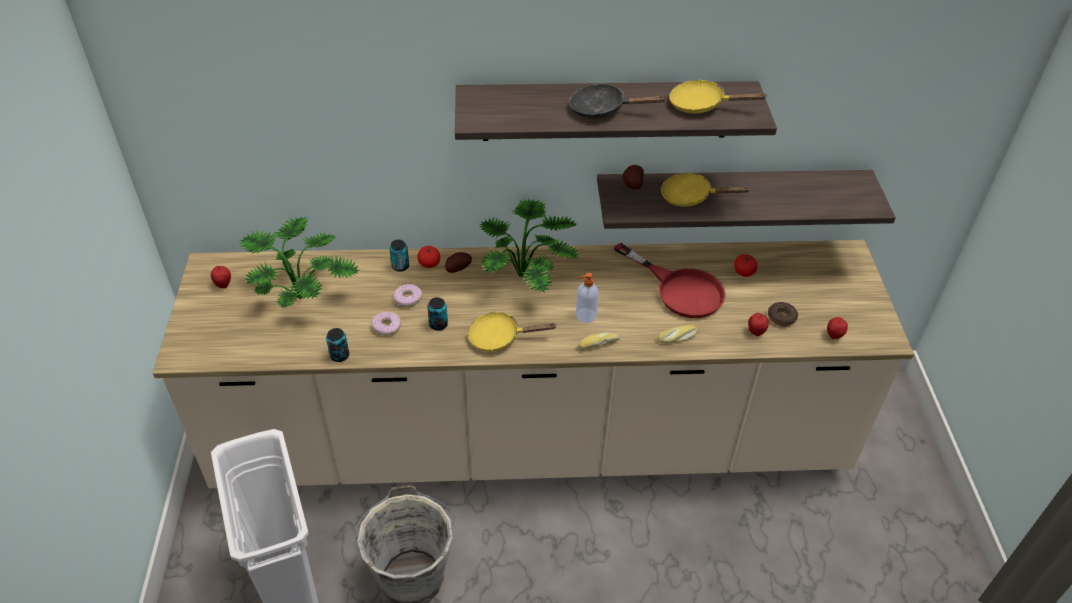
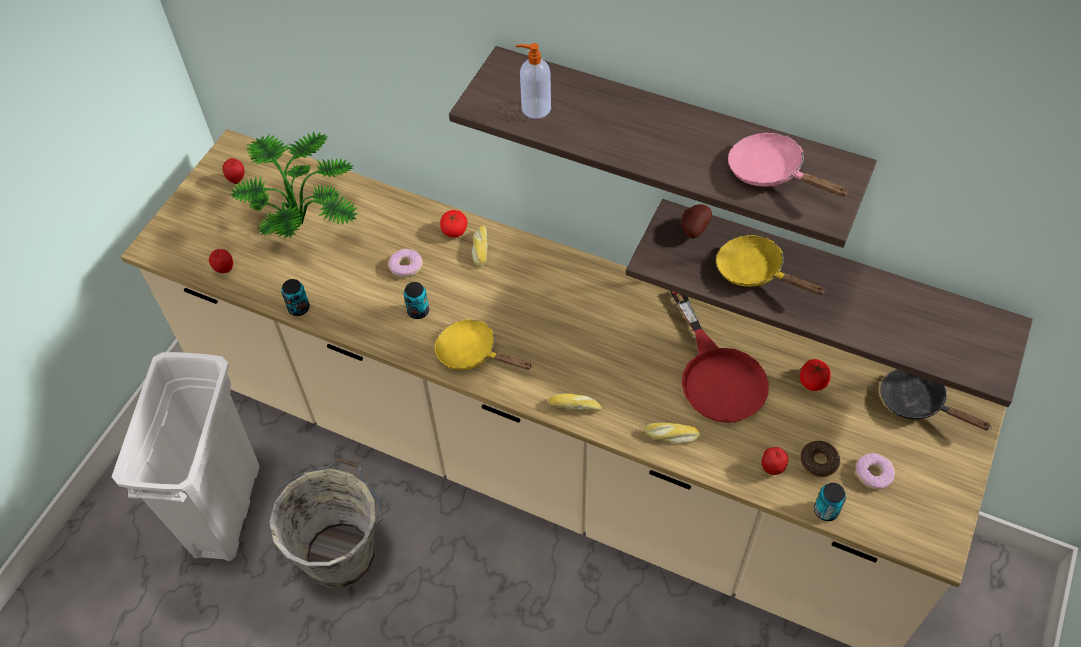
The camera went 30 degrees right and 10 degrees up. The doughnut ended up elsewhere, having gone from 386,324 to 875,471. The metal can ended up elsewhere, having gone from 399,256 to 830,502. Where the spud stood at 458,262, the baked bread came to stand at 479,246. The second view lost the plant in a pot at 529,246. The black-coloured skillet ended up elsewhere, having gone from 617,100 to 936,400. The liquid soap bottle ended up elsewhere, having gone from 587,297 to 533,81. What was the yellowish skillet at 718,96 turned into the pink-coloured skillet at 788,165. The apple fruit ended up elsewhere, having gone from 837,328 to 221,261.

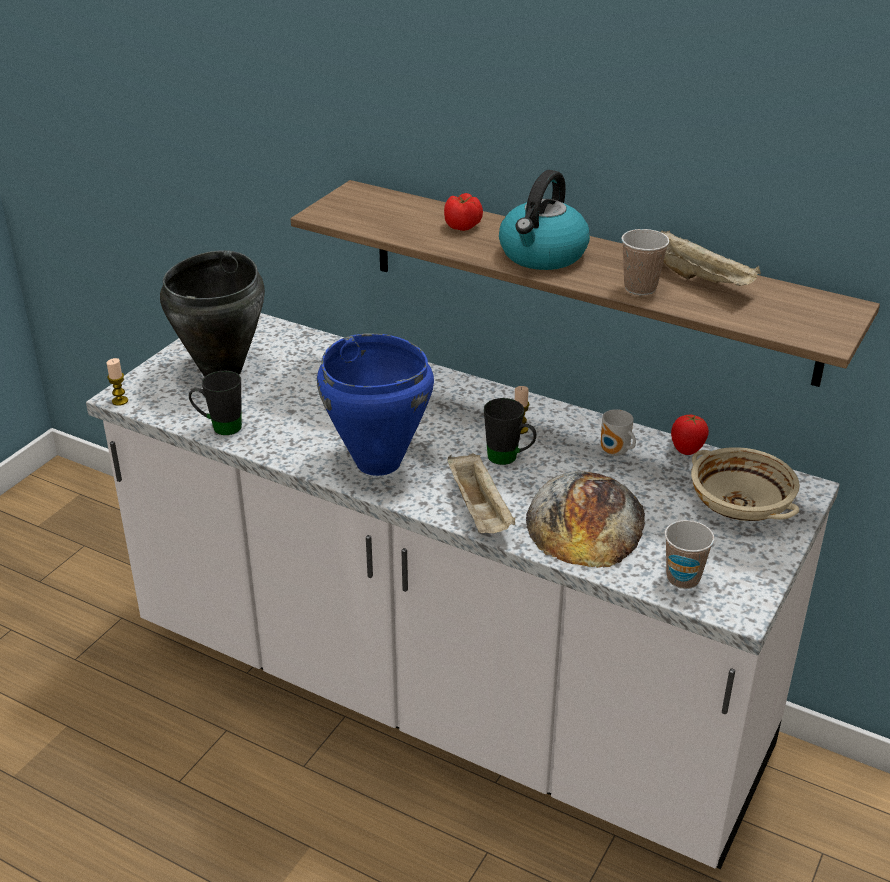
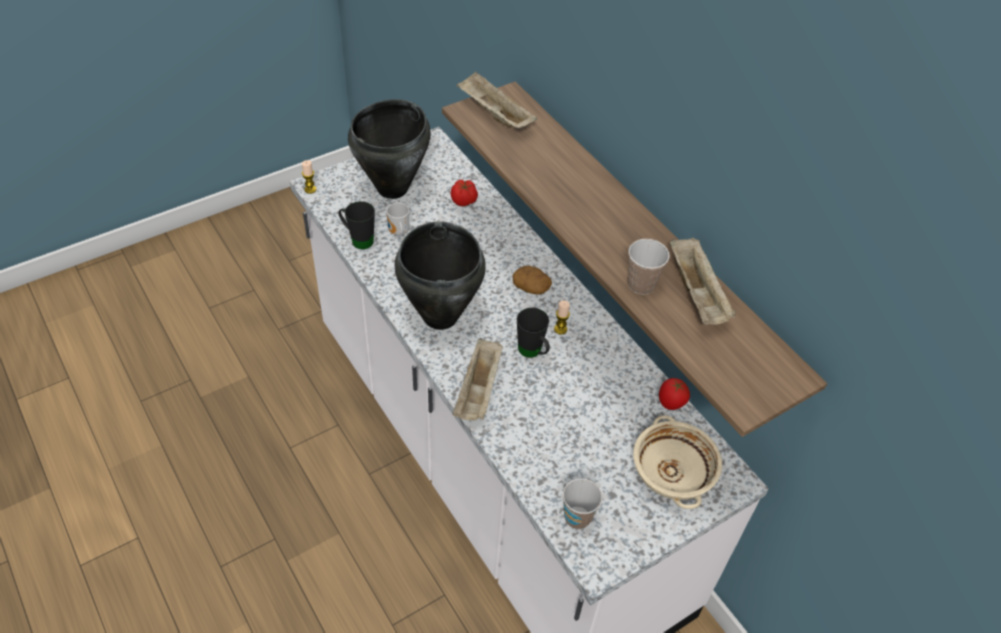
The camera went 25 degrees right and 15 degrees up. What was the blue-coloured stockpot at 375,404 turned into the black-coloured stockpot at 440,275. The whole tomato ended up elsewhere, having gone from 463,212 to 464,193. The second view lost the tea kettle at 544,220. The second view lost the baked bread at 585,519. The tea mug ended up elsewhere, having gone from 618,432 to 398,219. The second view gained the beige carrying tray at 497,100. The second view gained the spud at 532,280.

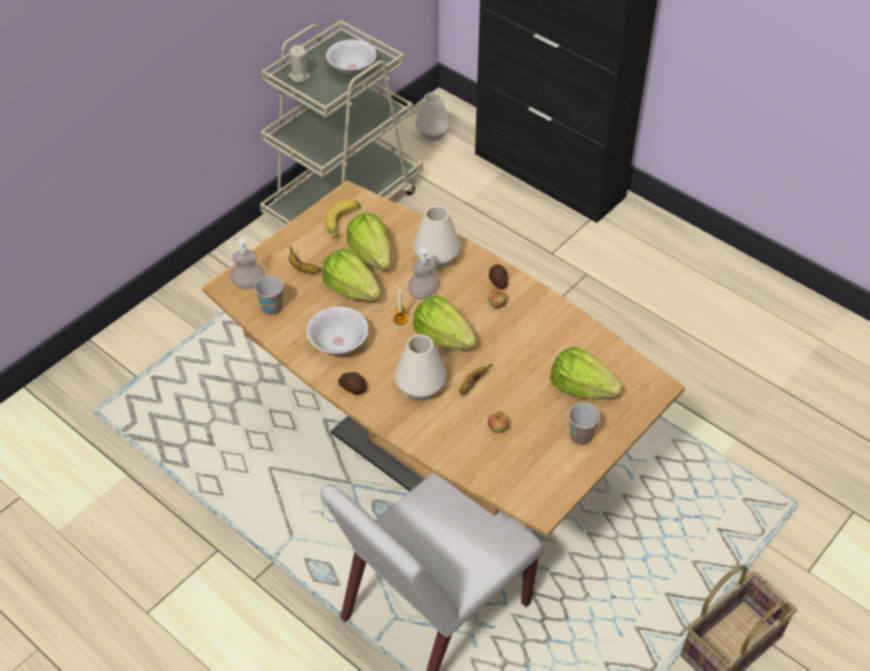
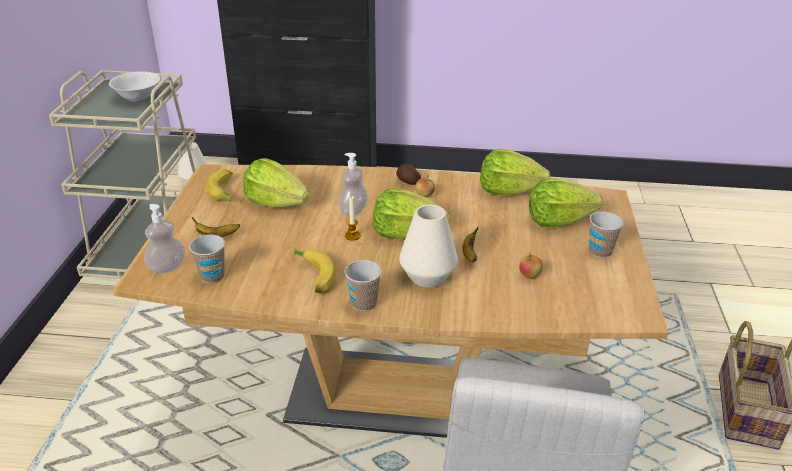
The camera went 35 degrees left and 15 degrees down. The second view lost the beige wax candle at 299,63. Where the white deep dish stood at 338,331, the banana came to stand at 314,270. The head of lettuce ended up elsewhere, having gone from 352,275 to 515,172. Where the spud stood at 352,383, the small cup came to stand at 363,285. The second view lost the white decorative vase at 437,237.

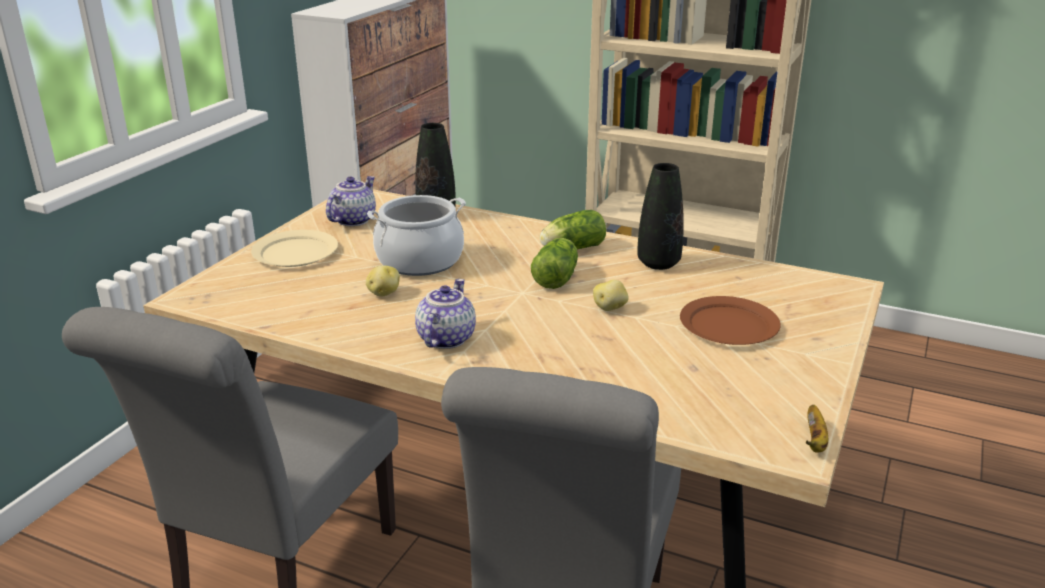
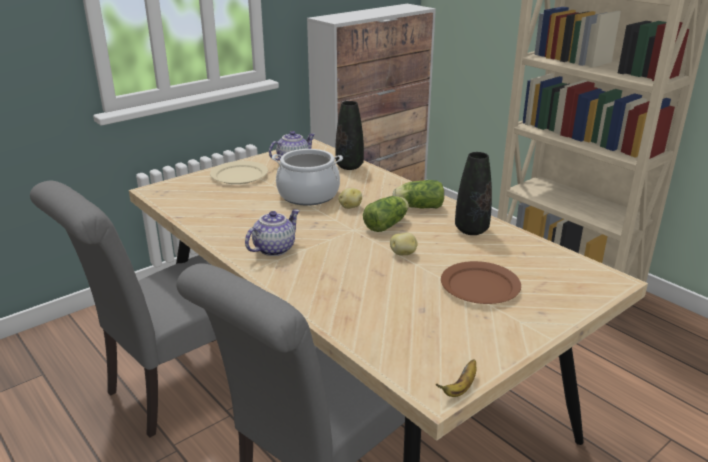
The camera went 25 degrees right and 0 degrees up. The spud ended up elsewhere, having gone from 383,281 to 350,198.

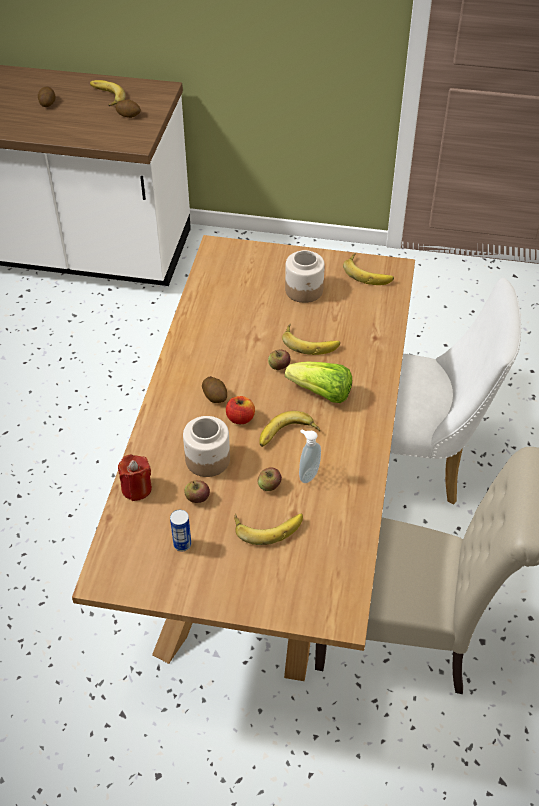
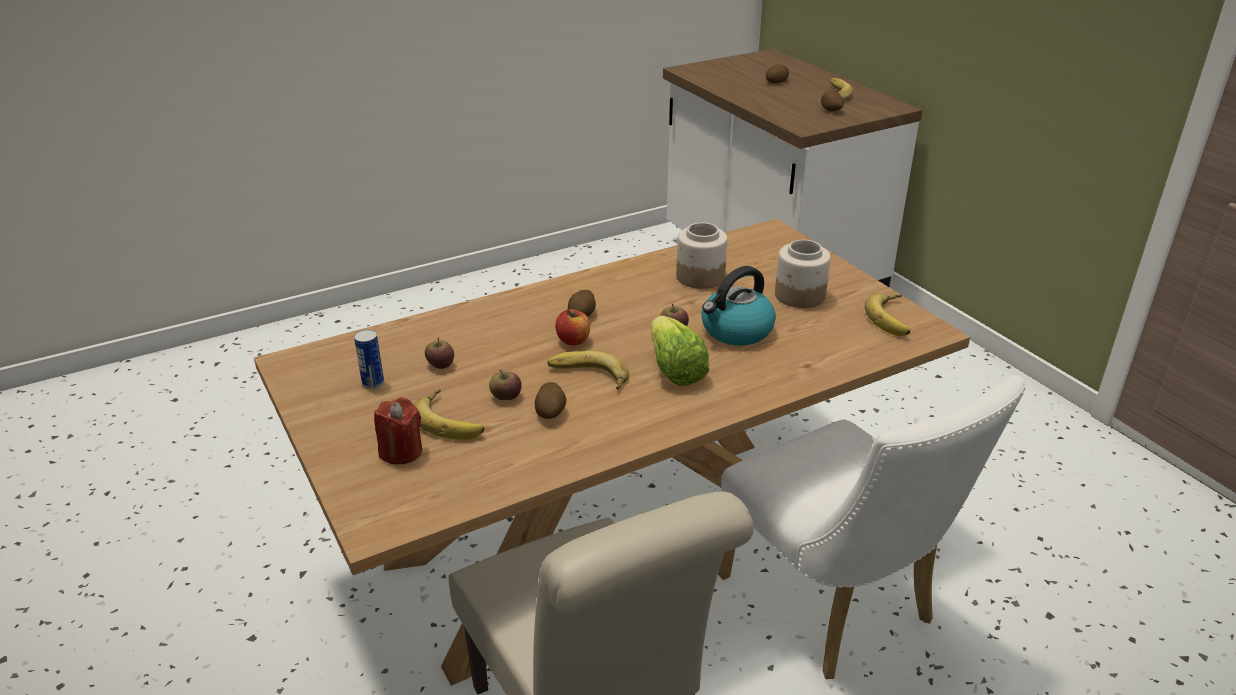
The camera went 50 degrees right and 15 degrees down. The red wax candle ended up elsewhere, having gone from 135,478 to 398,430. The storage jar ended up elsewhere, having gone from 206,446 to 702,256. Where the banana stood at 311,339, the tea kettle came to stand at 738,306. Where the liquid soap bottle stood at 310,456, the spud came to stand at 551,400.

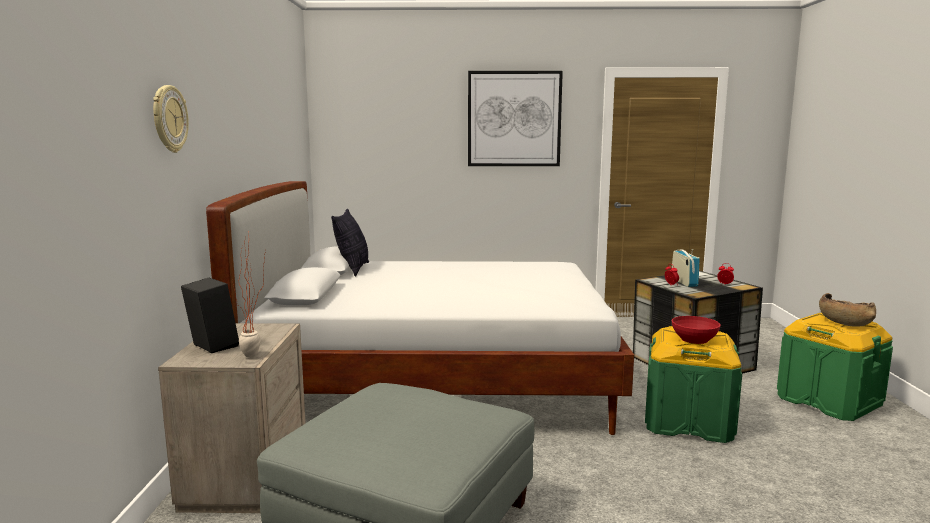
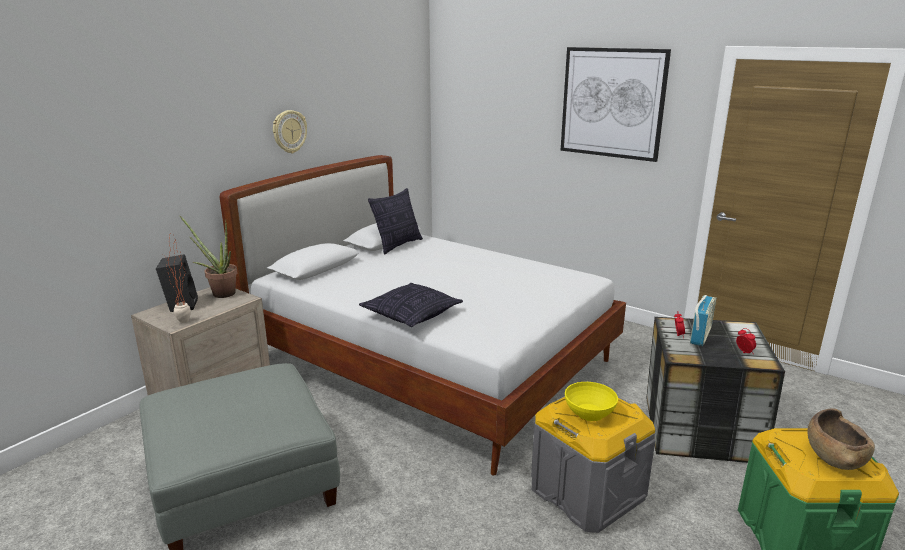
The camera went 35 degrees right and 10 degrees up. The wall clock ended up elsewhere, having gone from 171,119 to 290,131. What was the green storage bin at 693,384 turned into the greyish storage bin at 593,464. What was the red deep dish at 696,330 turned into the yellowish deep dish at 591,401. The second view gained the plant in a pot at 208,256. The second view gained the cushion at 411,305.

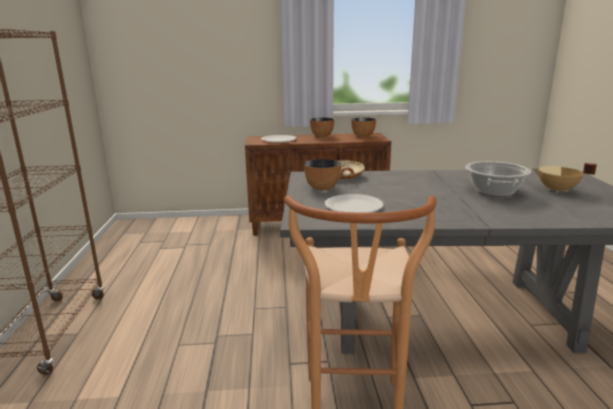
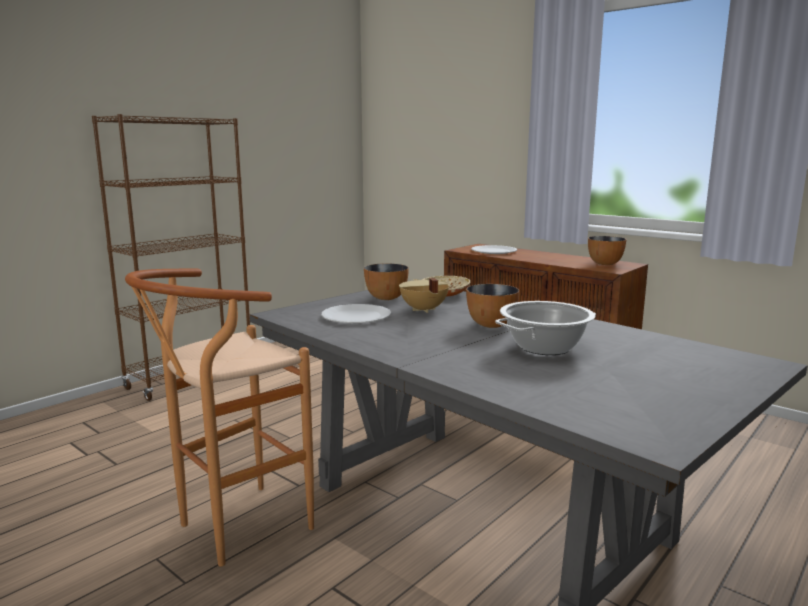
The camera went 45 degrees right and 5 degrees down. The deep dish ended up elsewhere, having gone from 322,127 to 493,306. The beige stockpot ended up elsewhere, having gone from 565,178 to 424,295.

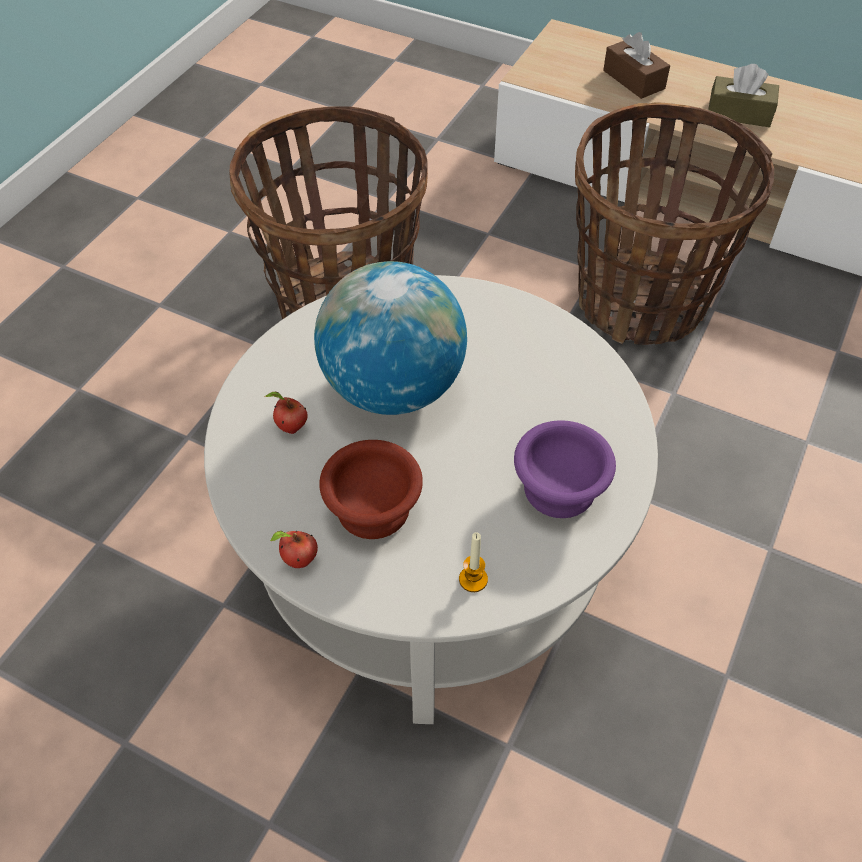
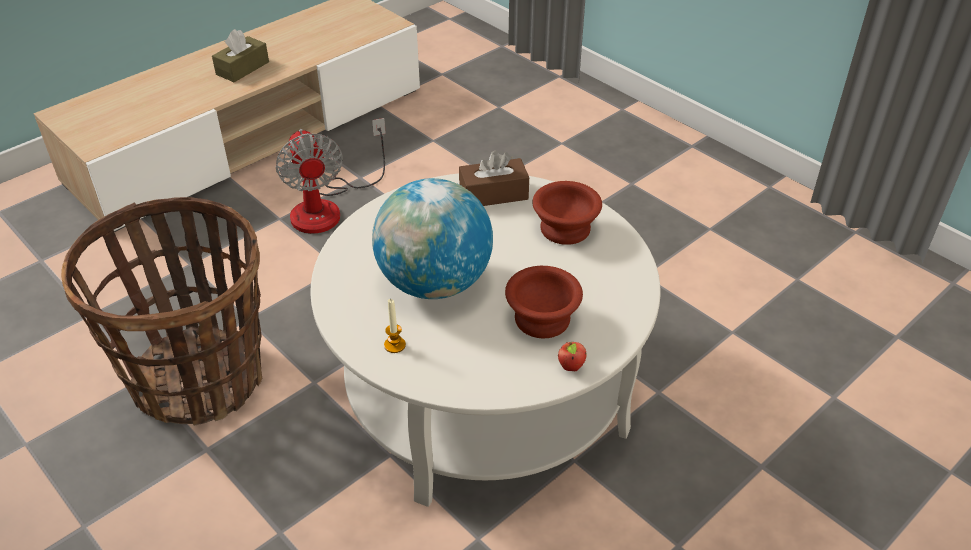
The camera went 70 degrees left and 10 degrees down. The second view lost the apple fruit at 286,412. The wax candle ended up elsewhere, having gone from 473,562 to 395,326. What was the purple-coloured deep dish at 565,469 turned into the brownish deep dish at 567,213. Where the household basket stood at 674,223, the fan came to stand at 331,176. The brownish tissue box ended up elsewhere, having gone from 636,65 to 494,178.

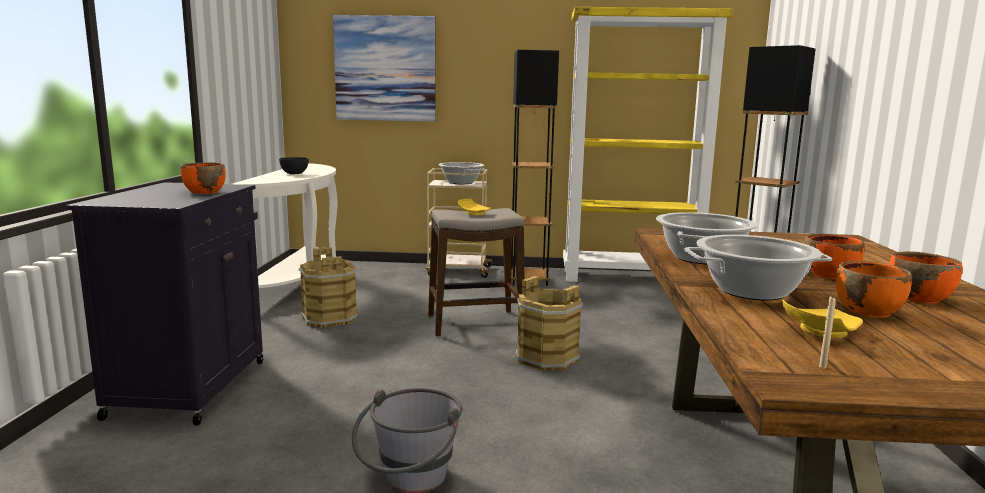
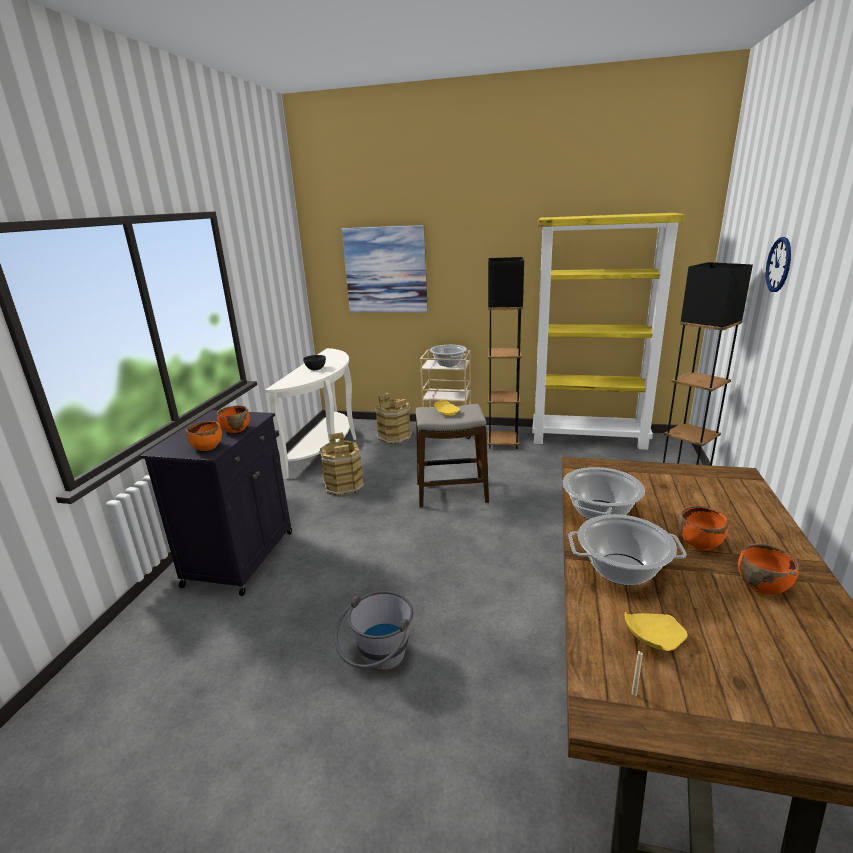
The camera went 10 degrees right and 10 degrees up. The brownish bucket ended up elsewhere, having gone from 549,323 to 393,418. The orange deep dish ended up elsewhere, having gone from 874,289 to 204,436. The second view gained the wall clock at 778,264.

